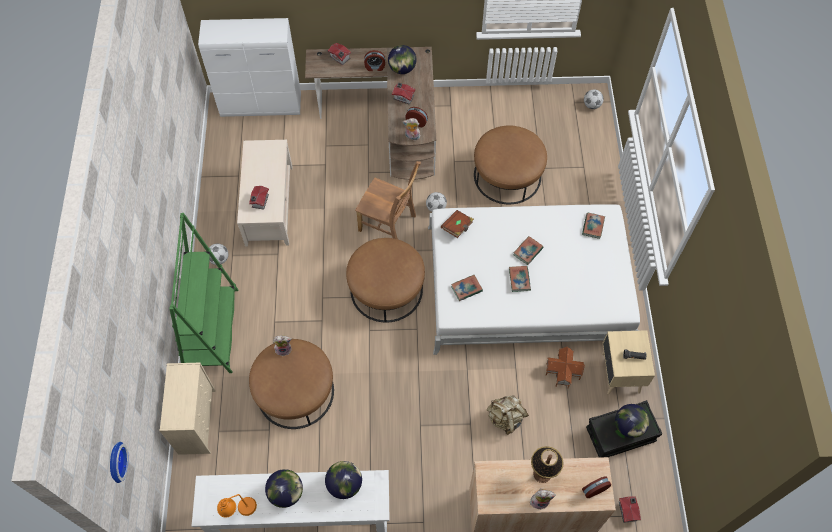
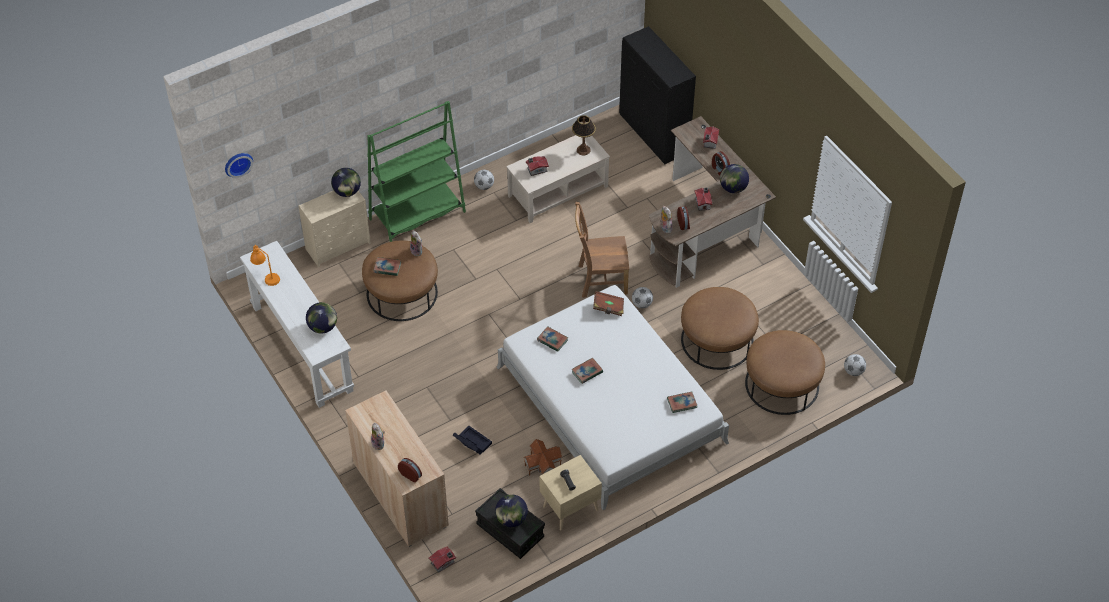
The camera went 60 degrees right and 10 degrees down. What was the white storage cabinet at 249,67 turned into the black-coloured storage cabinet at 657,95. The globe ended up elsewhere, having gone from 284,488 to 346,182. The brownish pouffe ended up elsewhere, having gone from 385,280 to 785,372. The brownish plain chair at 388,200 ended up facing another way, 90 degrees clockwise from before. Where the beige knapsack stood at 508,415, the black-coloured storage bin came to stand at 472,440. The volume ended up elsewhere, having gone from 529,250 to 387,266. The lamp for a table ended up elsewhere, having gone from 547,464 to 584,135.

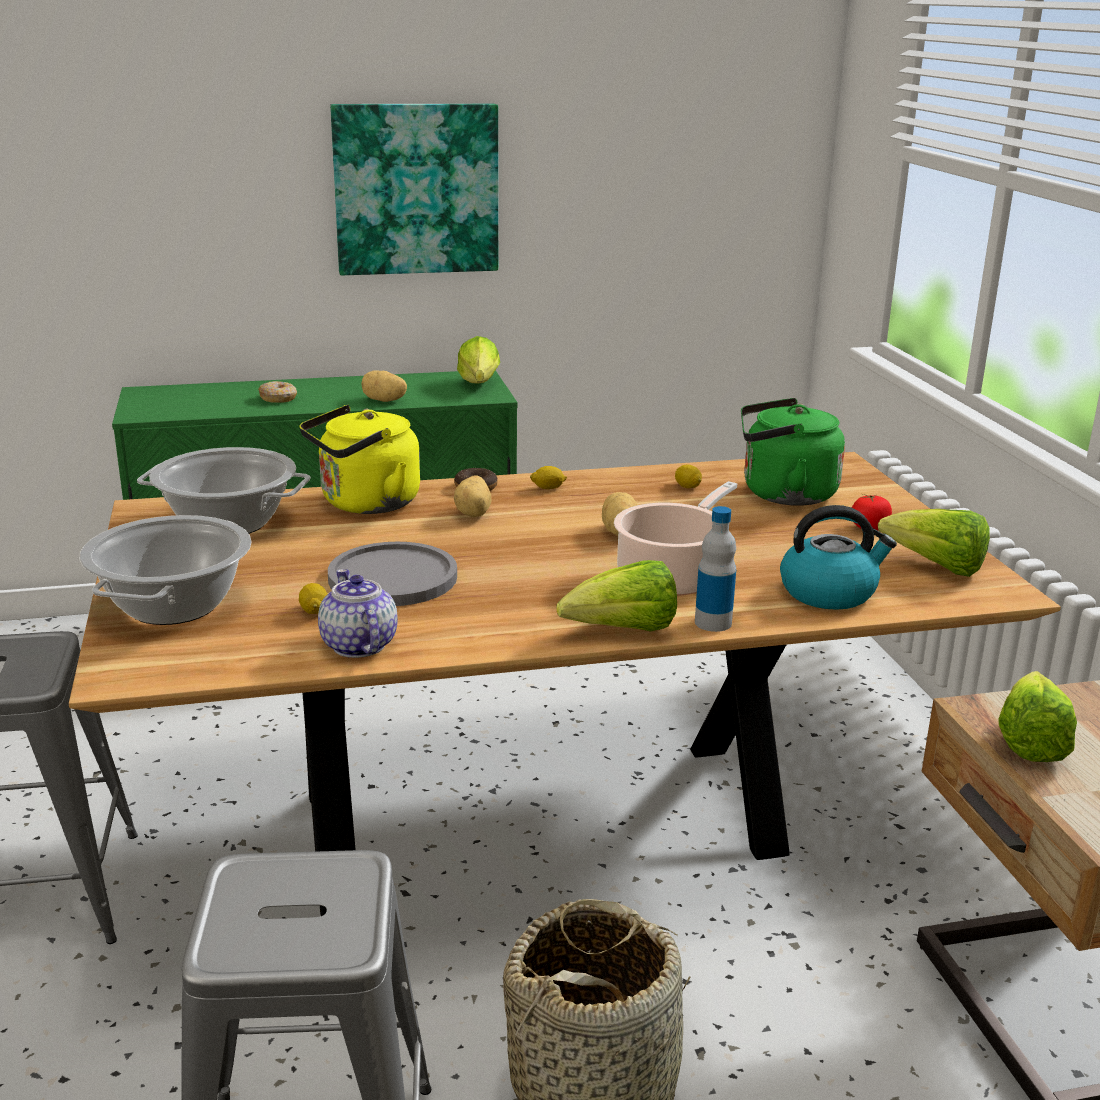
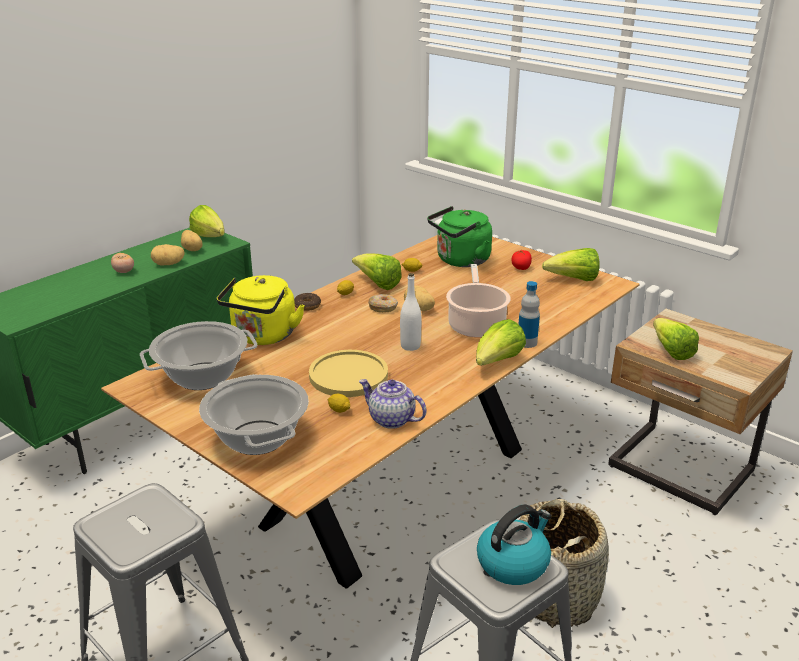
The camera went 35 degrees left and 5 degrees up. The doughnut ended up elsewhere, having gone from 277,392 to 383,303. What was the greyish dinner plate at 392,574 turned into the yellowish dinner plate at 348,373. The second view lost the picture at 414,189. The spud ended up elsewhere, having gone from 472,496 to 192,240. The tea kettle ended up elsewhere, having gone from 838,557 to 514,544. The second view gained the whole tomato at 122,263. The second view gained the head of lettuce at 377,271. The second view gained the white beverage bottle at 410,312.

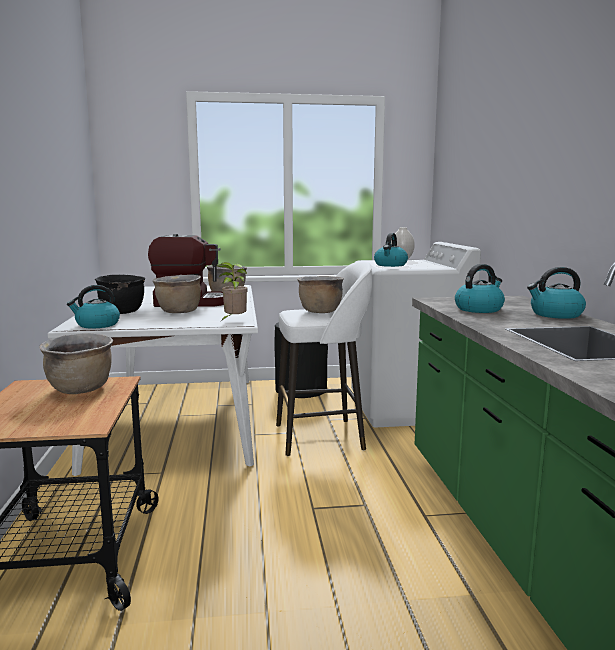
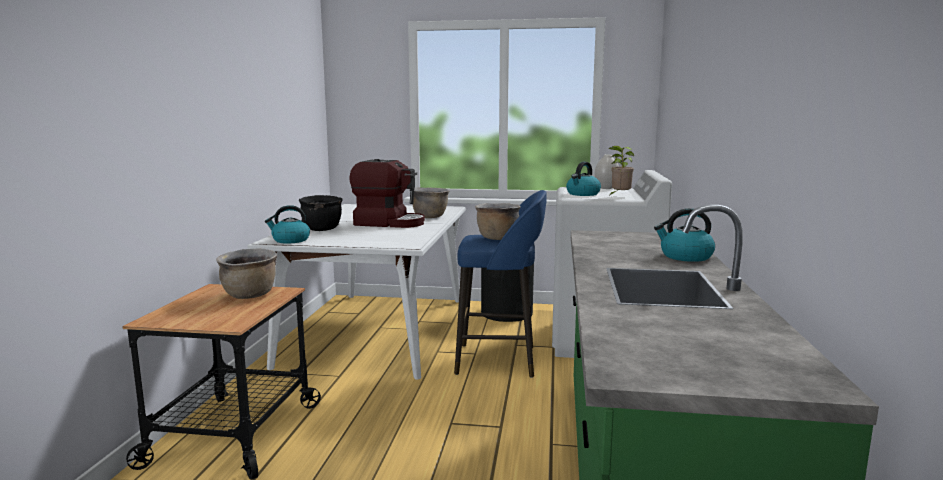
The camera went 15 degrees right and 0 degrees up. The second view lost the brownish stockpot at 177,294. The plant in a pot ended up elsewhere, having gone from 232,292 to 621,170. What was the white sitting stool at 324,358 turned into the blue-coloured sitting stool at 500,284. The second view lost the tea kettle at 480,288.

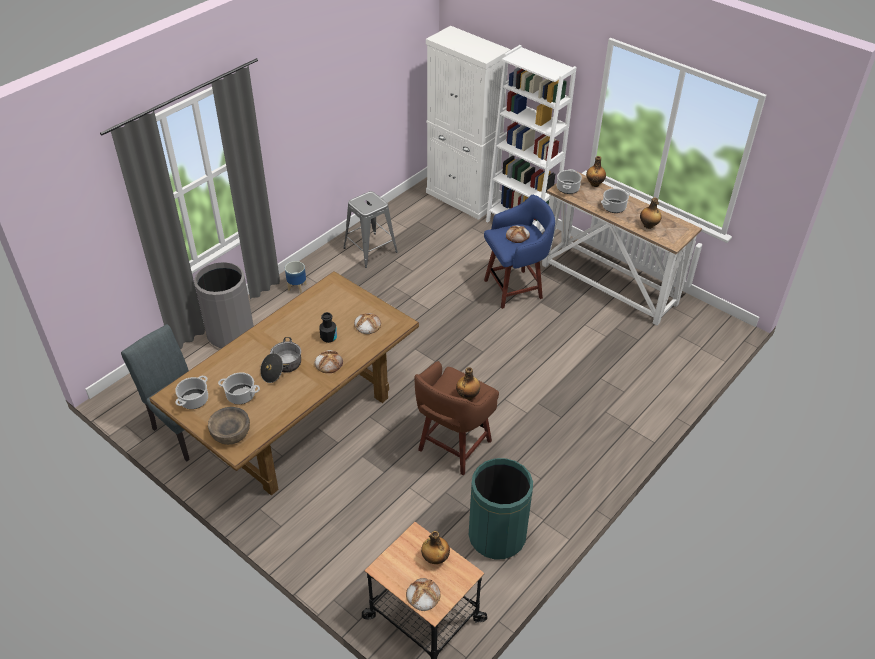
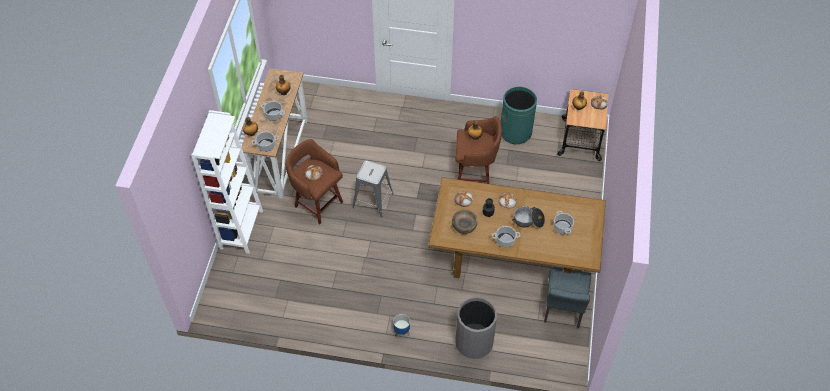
The camera went 120 degrees left and 10 degrees up. The stockpot ended up elsewhere, having gone from 191,392 to 506,236. The brownish deep dish ended up elsewhere, having gone from 229,426 to 465,222. The greyish sitting stool ended up elsewhere, having gone from 370,229 to 373,189. The second view lost the white storage cabinet at 468,123. What was the blue-coloured sitting stool at 519,252 turned into the brownish sitting stool at 314,181.

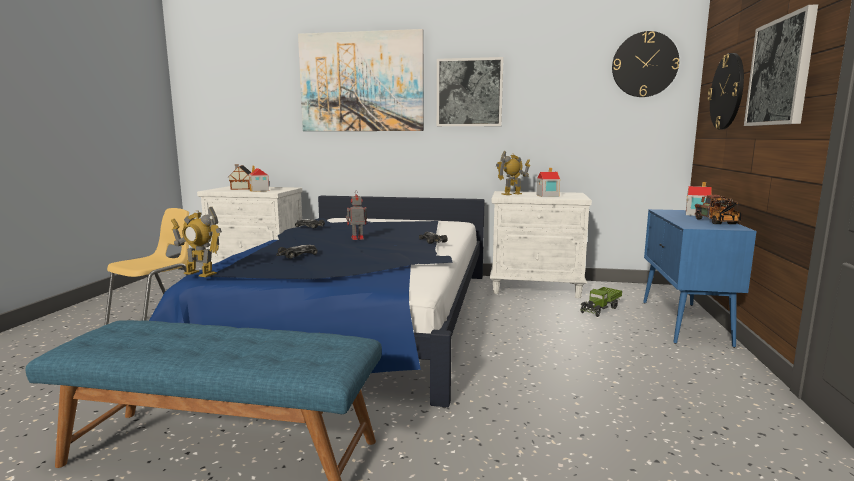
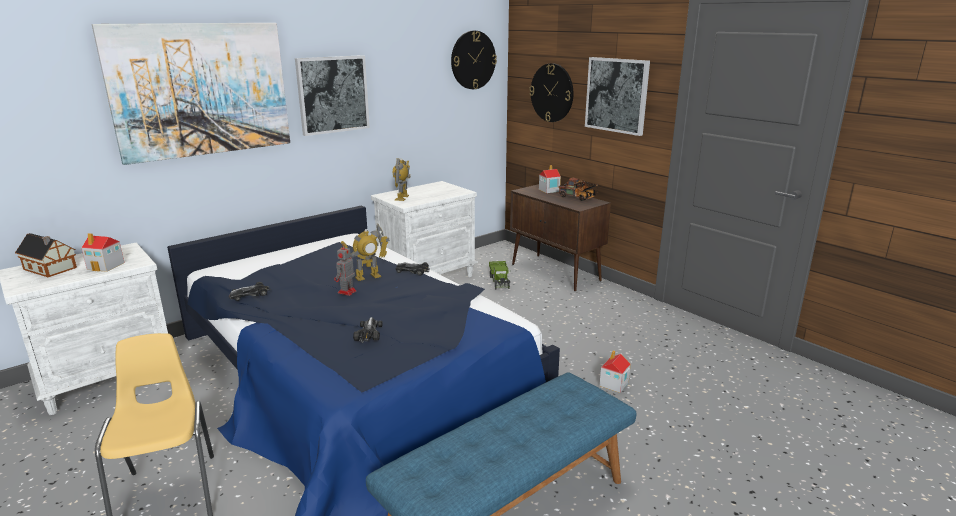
The camera went 50 degrees left and 10 degrees up. The model robot ended up elsewhere, having gone from 196,242 to 365,252. The toy house ended up elsewhere, having gone from 548,182 to 615,371. What was the blue-coloured storage cabinet at 699,278 turned into the brownish storage cabinet at 560,238.

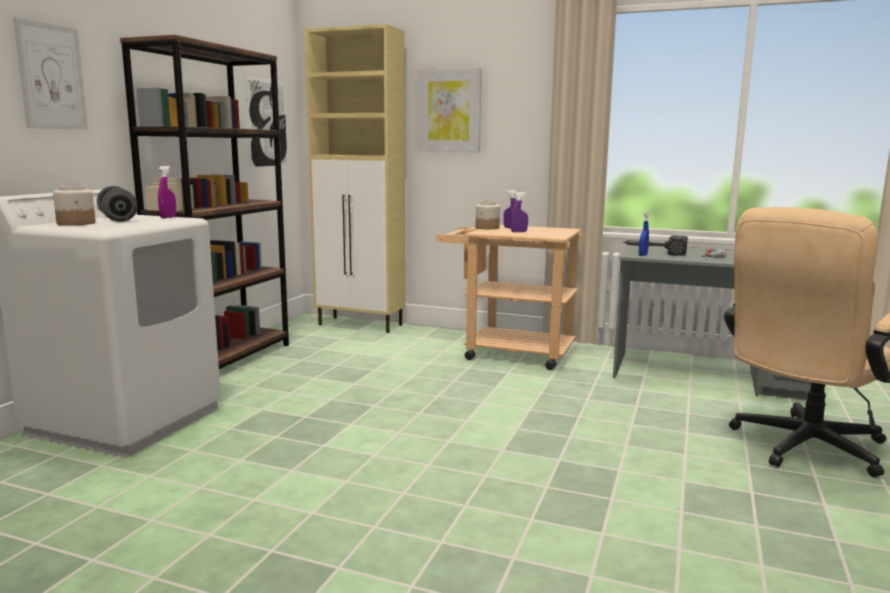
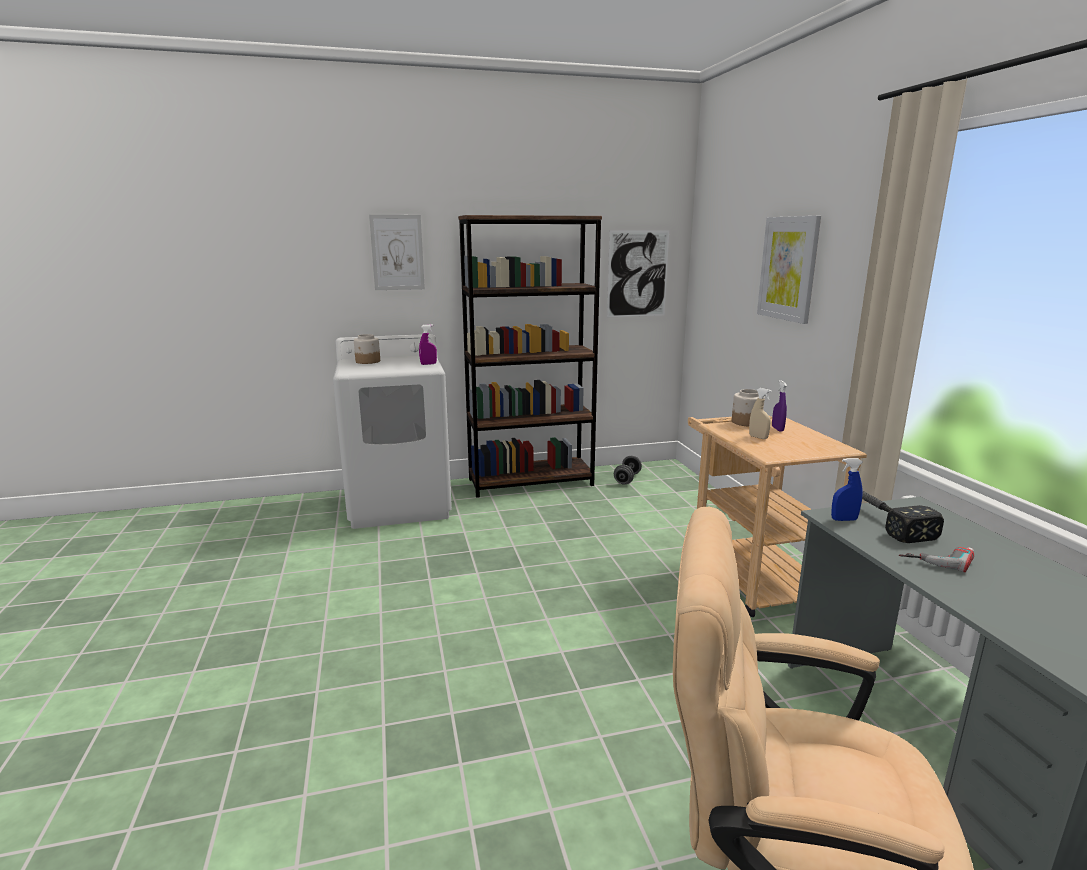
The camera went 55 degrees right and 5 degrees up. The greyish free weight ended up elsewhere, having gone from 117,204 to 628,470. The second view lost the beige storage cabinet at 355,178. What was the purple-coloured hand sprayer at 519,212 turned into the beige hand sprayer at 760,413.

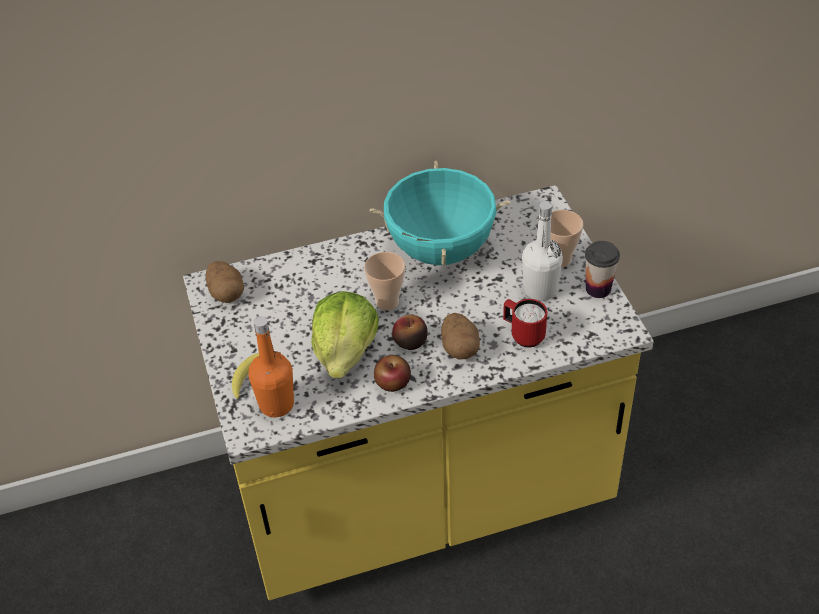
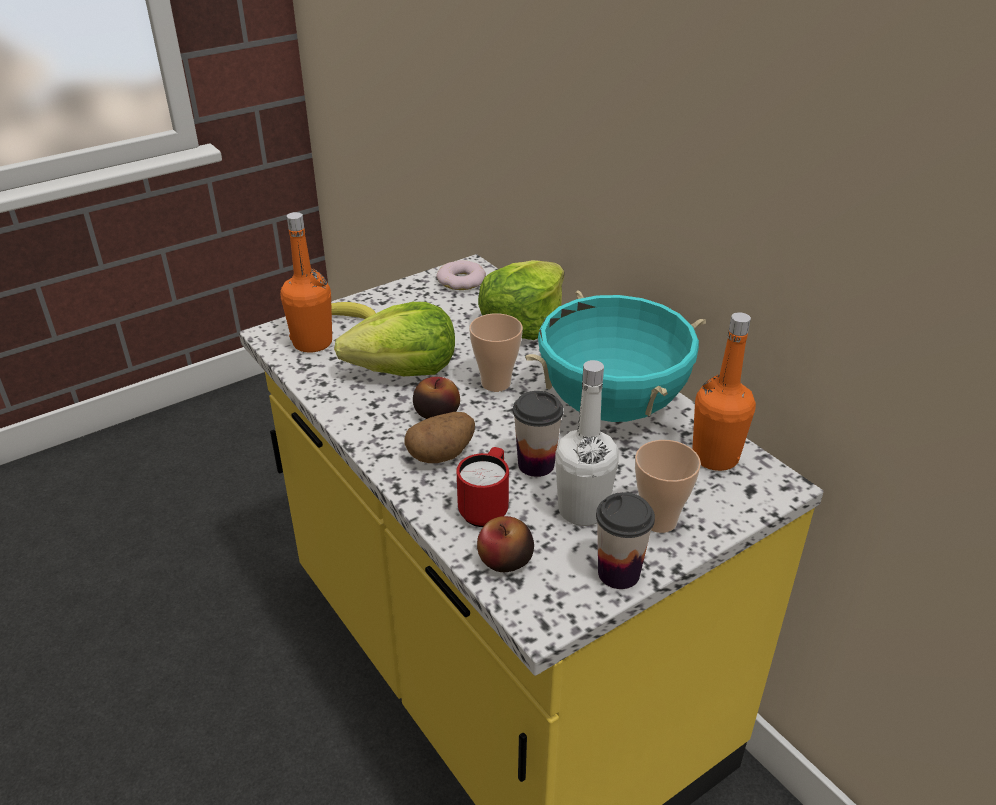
The camera went 70 degrees right and 10 degrees down. Where the spud stood at 225,282, the doughnut came to stand at 461,275. The apple fruit ended up elsewhere, having gone from 392,373 to 505,544. The second view gained the head of lettuce at 521,300. The second view gained the small cup at 538,434. The second view gained the orange beverage bottle at 724,391.

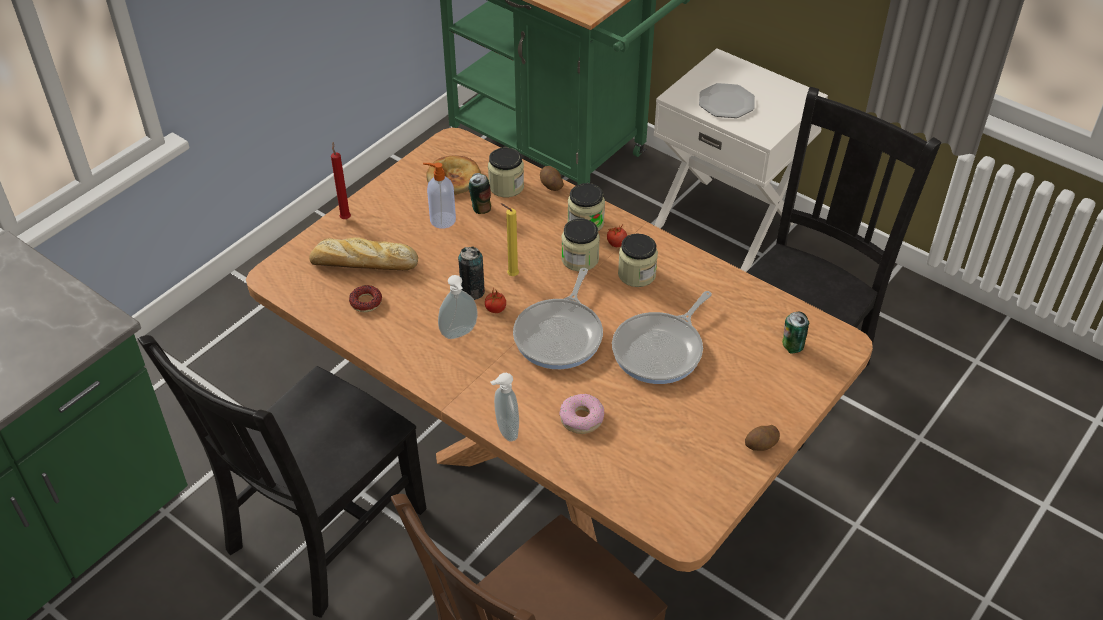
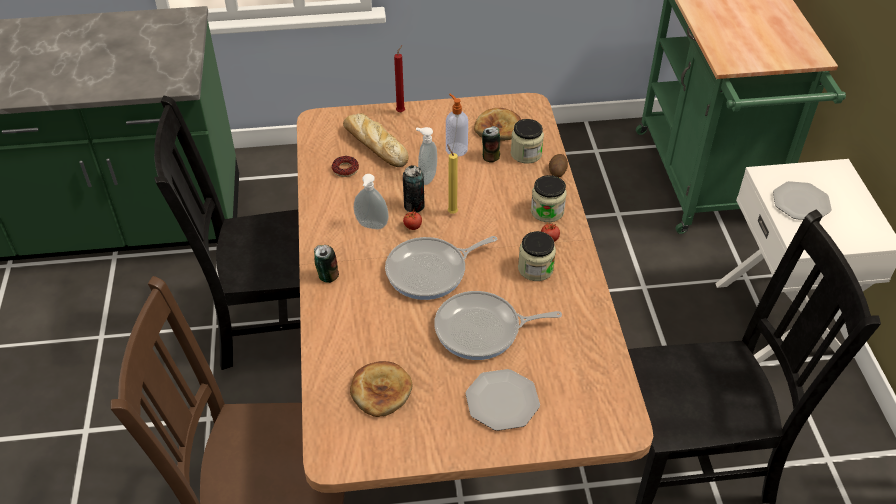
The camera went 45 degrees right and 0 degrees up. The liquid soap bottle ended up elsewhere, having gone from 504,407 to 426,156. The second view lost the doughnut at 581,414. The second view lost the storage jar at 580,244. The second view lost the spud at 762,438. The metal can ended up elsewhere, having gone from 795,333 to 326,264. The second view gained the baked bread at 381,389. The second view gained the dinner plate at 502,400.

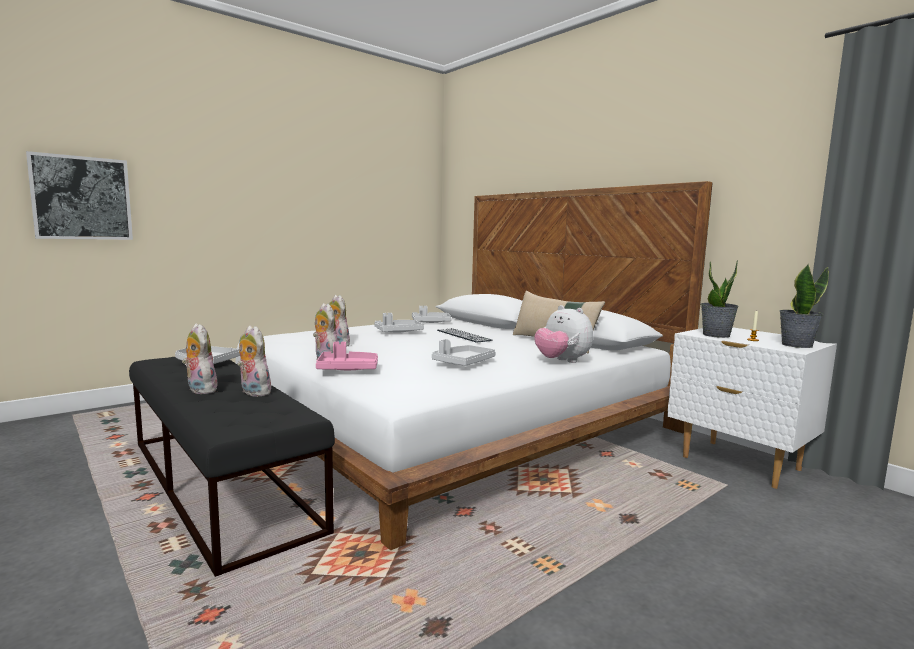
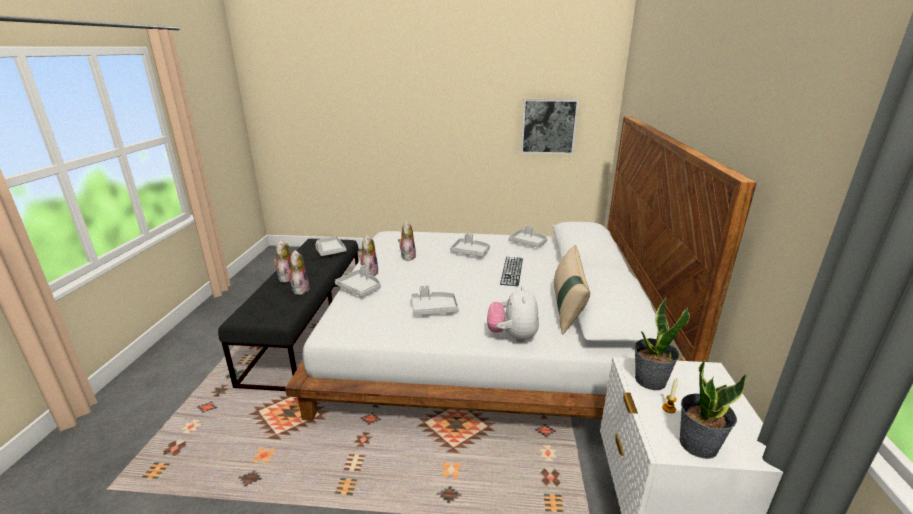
The camera went 45 degrees right and 15 degrees up. The picture ended up elsewhere, having gone from 79,195 to 550,126. What was the pink-coloured carrying tray at 347,356 turned into the greyish carrying tray at 358,281.

